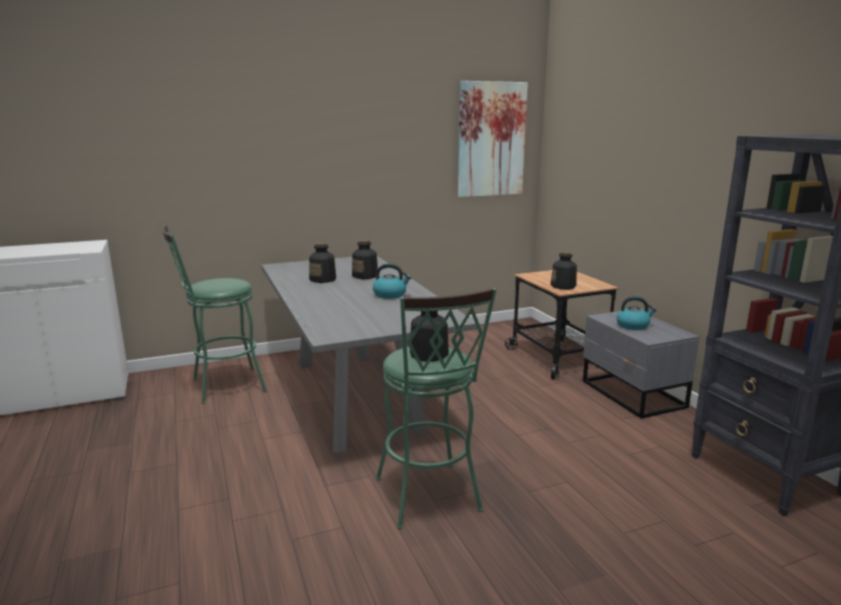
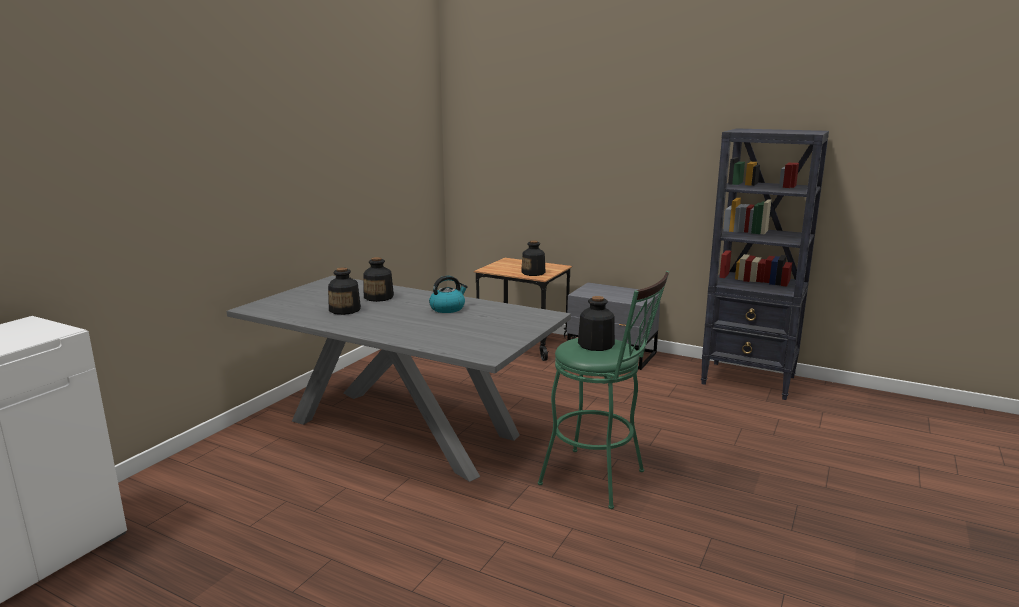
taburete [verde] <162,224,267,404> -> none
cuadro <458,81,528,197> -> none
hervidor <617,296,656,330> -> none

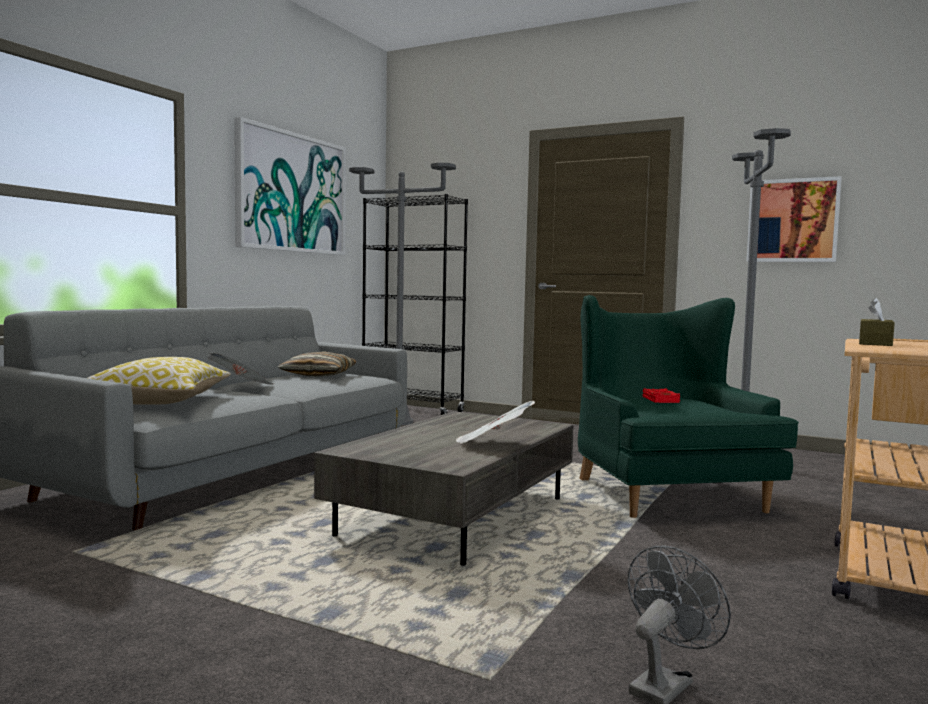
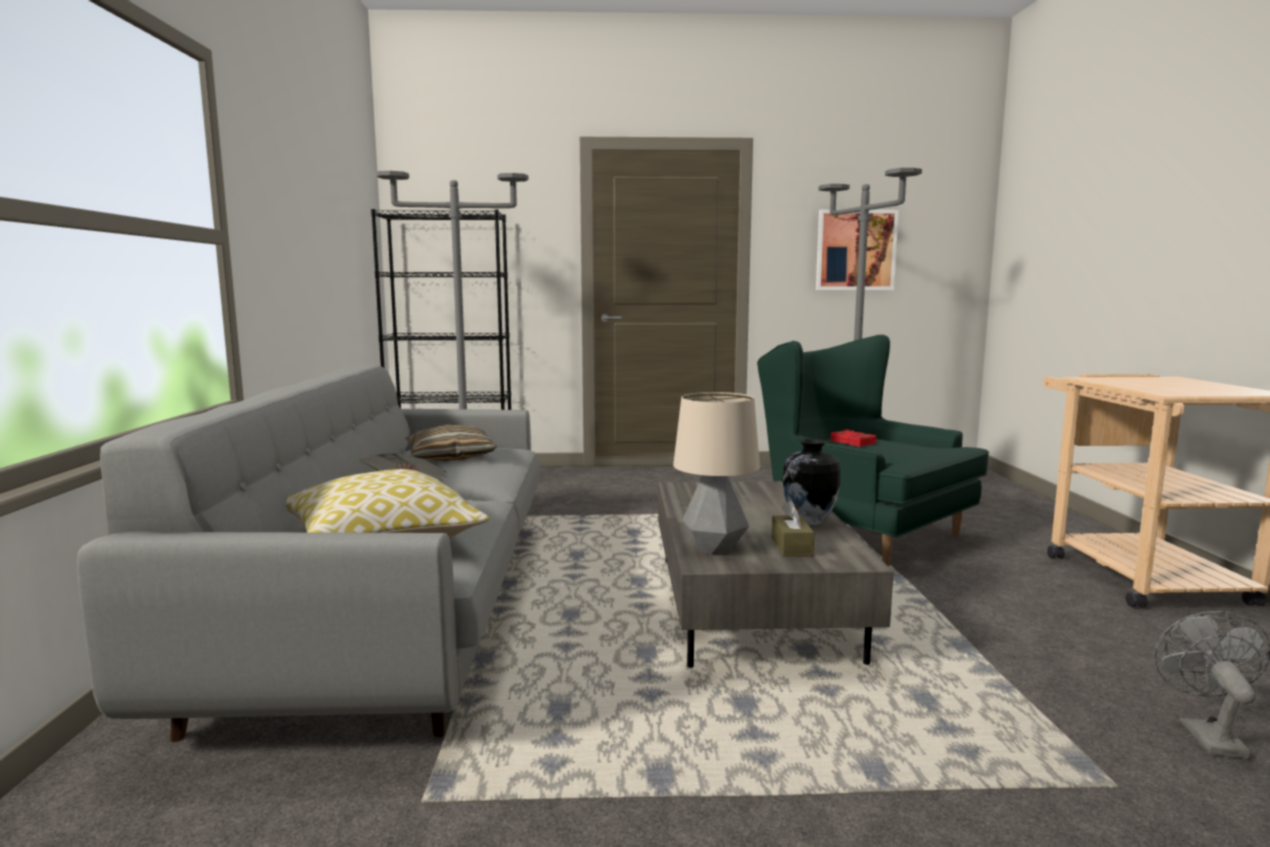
cuadro <234,117,346,255> -> none
none -> lámpara de mesa <673,392,760,555>
caja de pañuelos [marrón] <859,298,895,346> -> caja de pañuelos [marrón] <772,500,814,557>, shifted
periódico <456,401,535,444> -> florero <783,439,840,525>

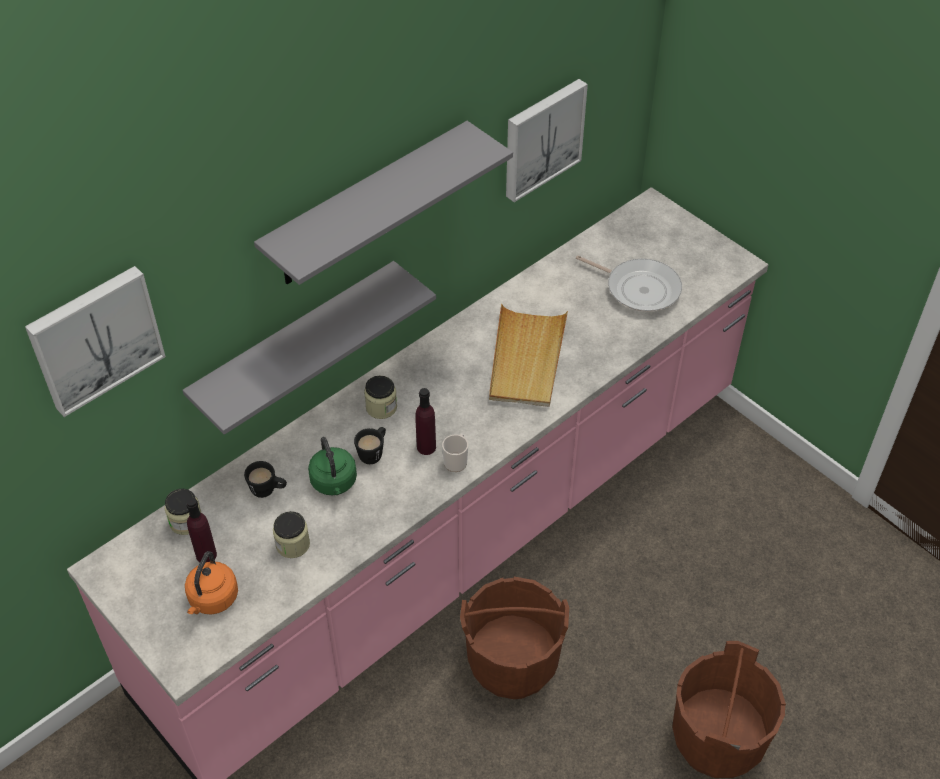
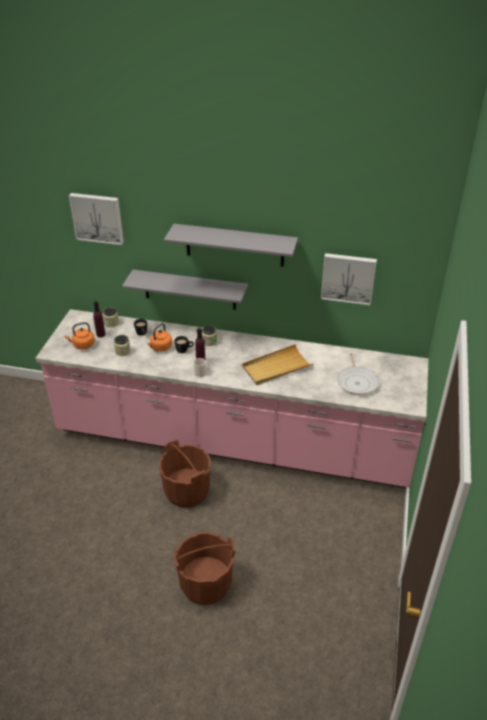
hervidor [verde] <308,437,357,496> -> hervidor [naranja] <147,323,172,352>

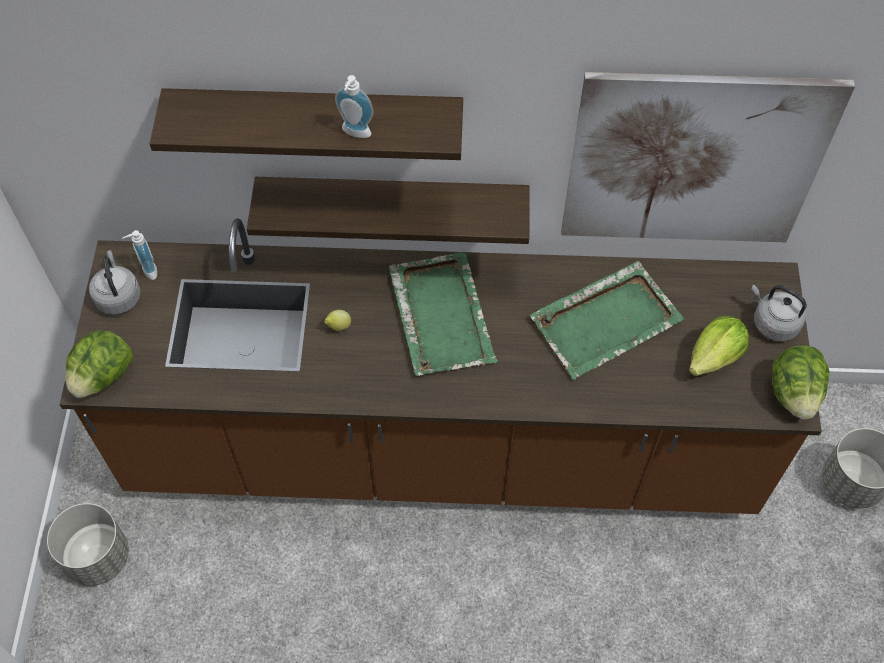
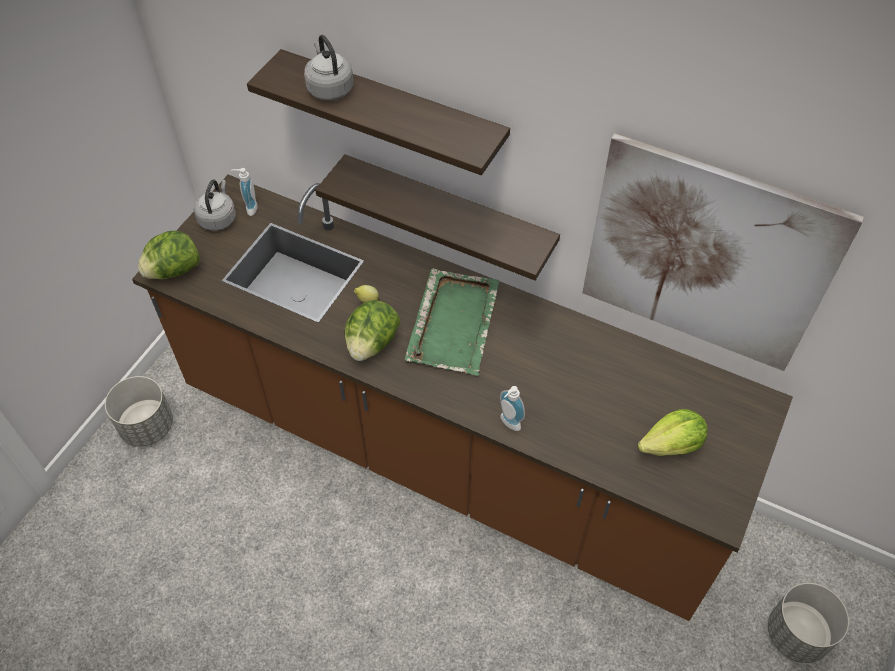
bandeja [verde] <530,261,684,380> -> none
dispensador de jabón <335,75,373,138> -> dispensador de jabón <500,386,525,431>, shifted
hervidor [gris] <751,284,807,341> -> hervidor [gris] <304,35,353,100>, shifted
lechuga <772,345,830,419> -> lechuga <344,300,400,361>, shifted

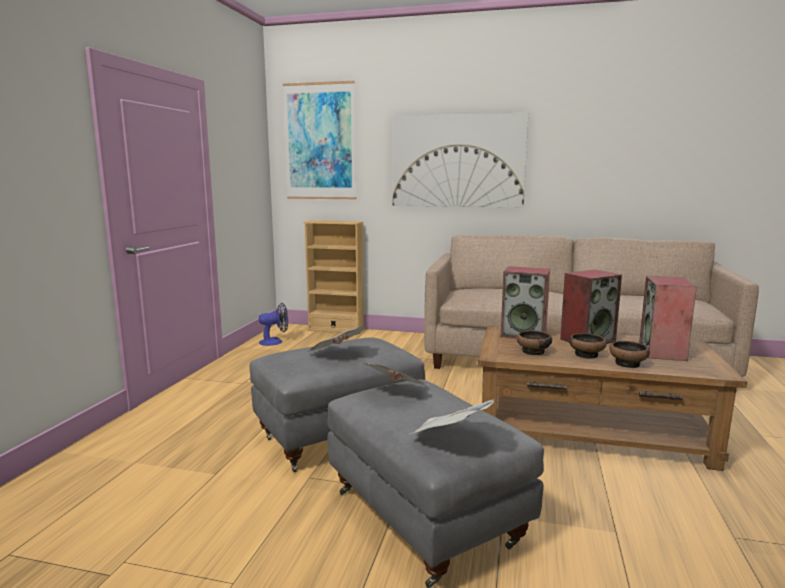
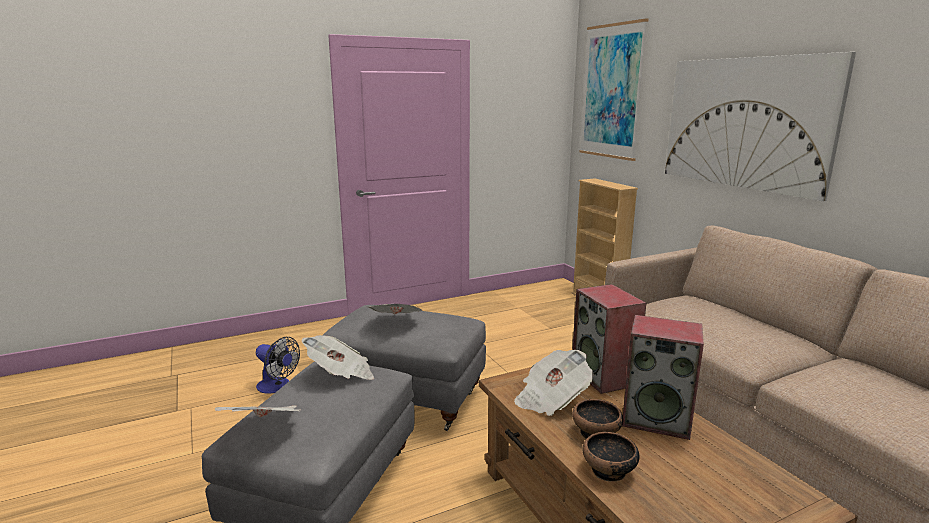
altavoz <639,276,697,361> -> none
ventilador <259,303,288,346> -> ventilador <256,337,300,393>, shifted
cuenco <517,330,552,355> -> periódico <514,350,594,416>

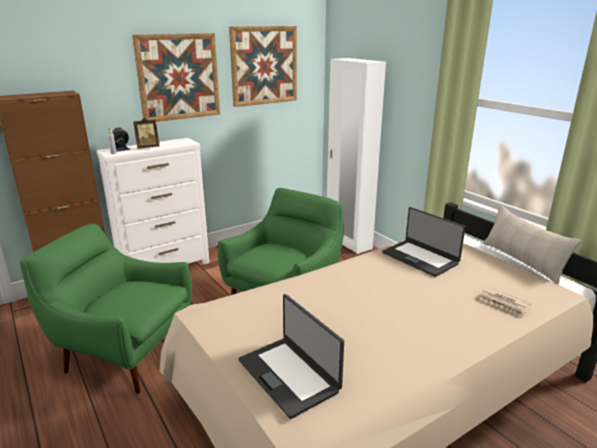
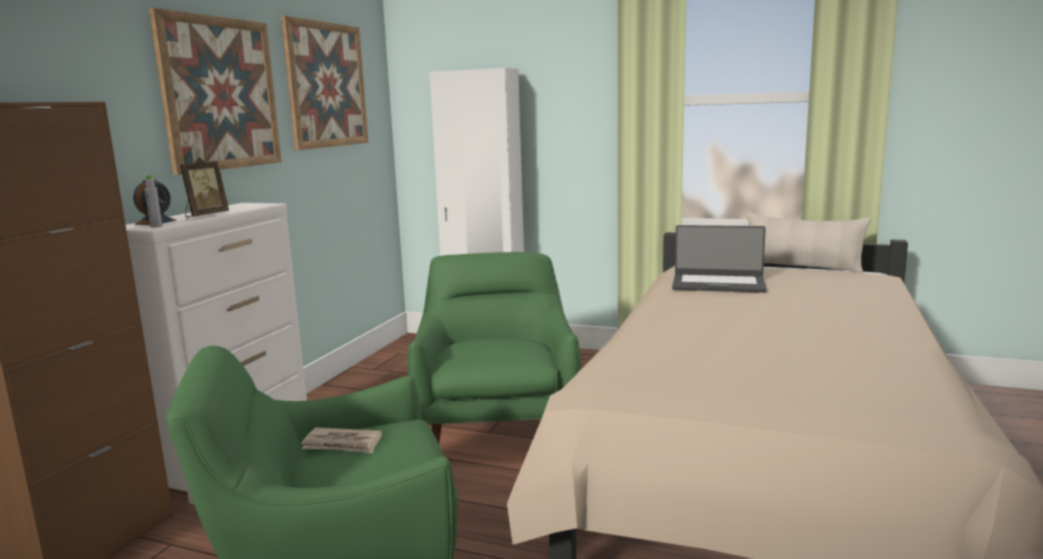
portátil <238,294,344,419> -> none
periódico <478,287,531,317> -> periódico <301,428,382,453>, shifted

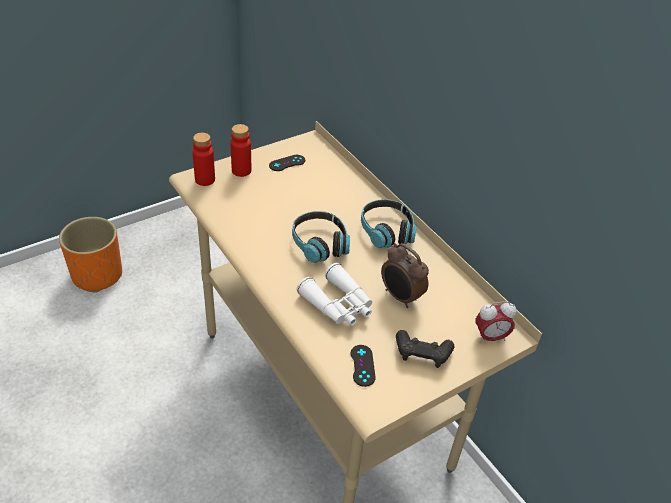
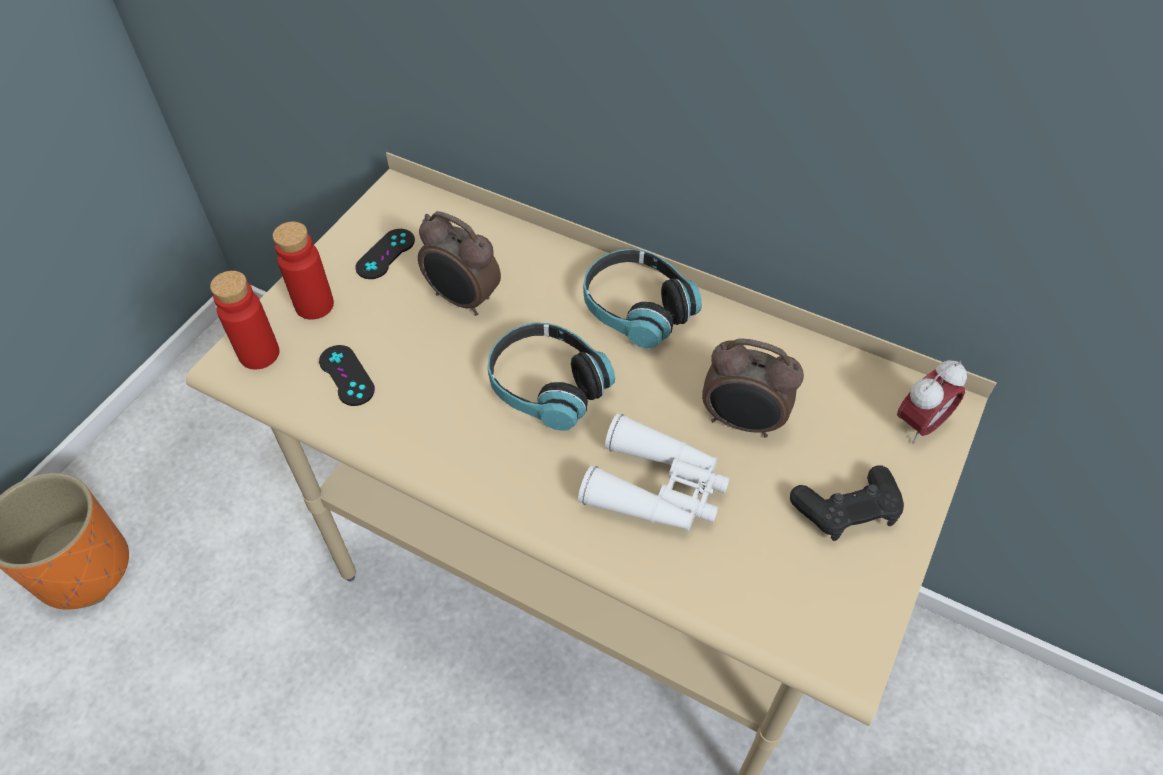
none -> despertador <418,211,501,316>
mando de consola [negro] <351,345,376,387> -> mando de consola [negro] <319,345,375,406>, shifted

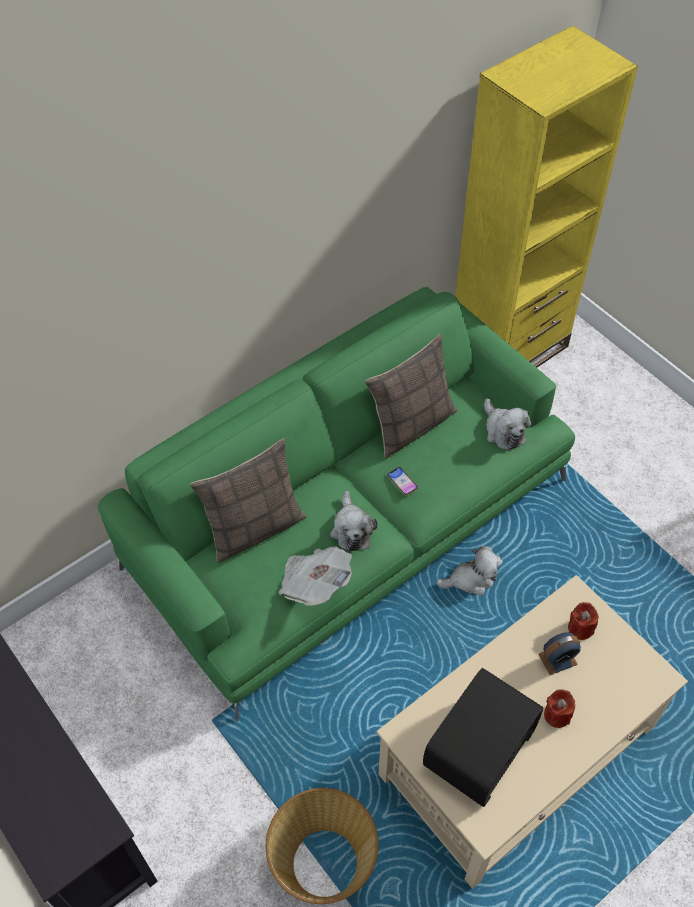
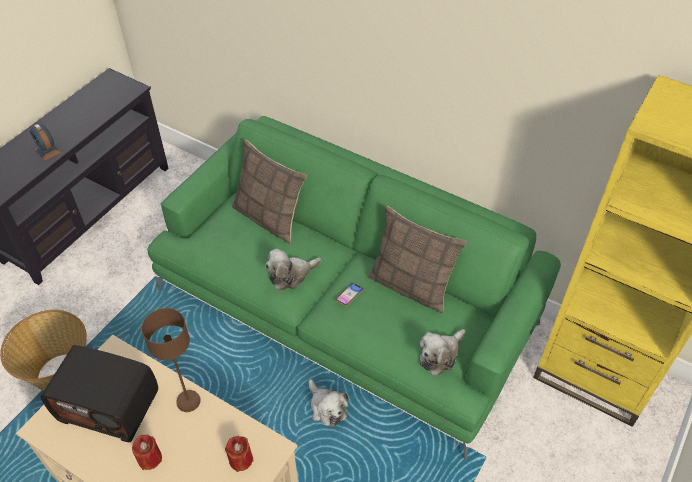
periódico <279,546,352,606> -> none
none -> lámpara de mesa [marrón] <142,308,201,412>
despertador <538,632,581,675> -> despertador <30,124,61,161>, shifted

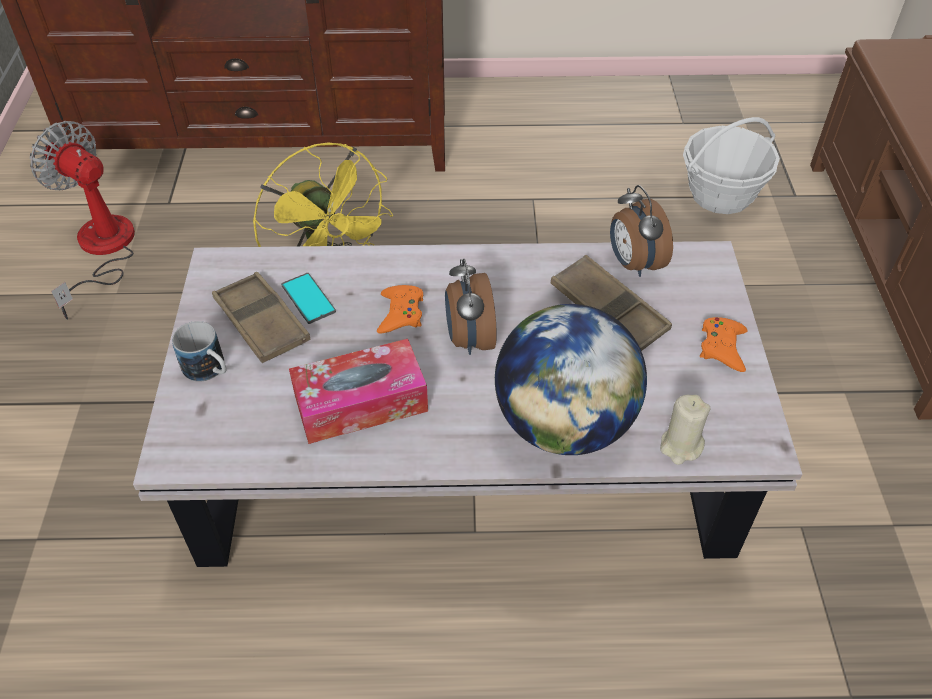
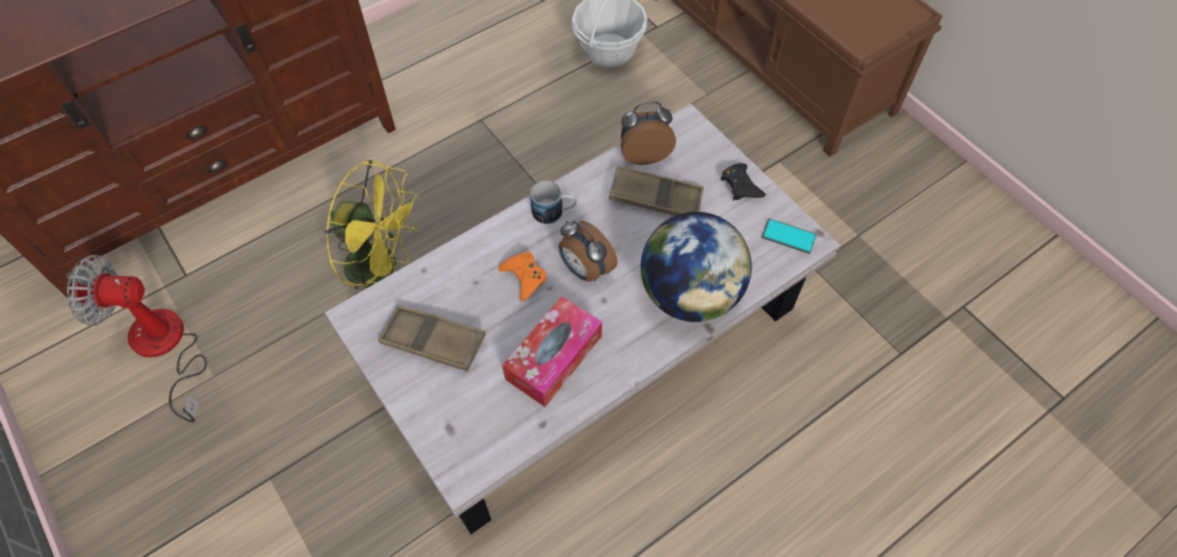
vela [beis] <660,395,711,465> -> none
taza grande <172,321,227,382> -> taza grande <530,180,577,224>, shifted
móvil <281,273,336,324> -> móvil <762,218,817,254>, shifted
mando de consola [naranja] <700,317,747,372> -> mando de consola [negro] <721,163,766,200>
despertador <610,185,673,277> -> despertador <621,102,676,165>, 135 degrees clockwise

